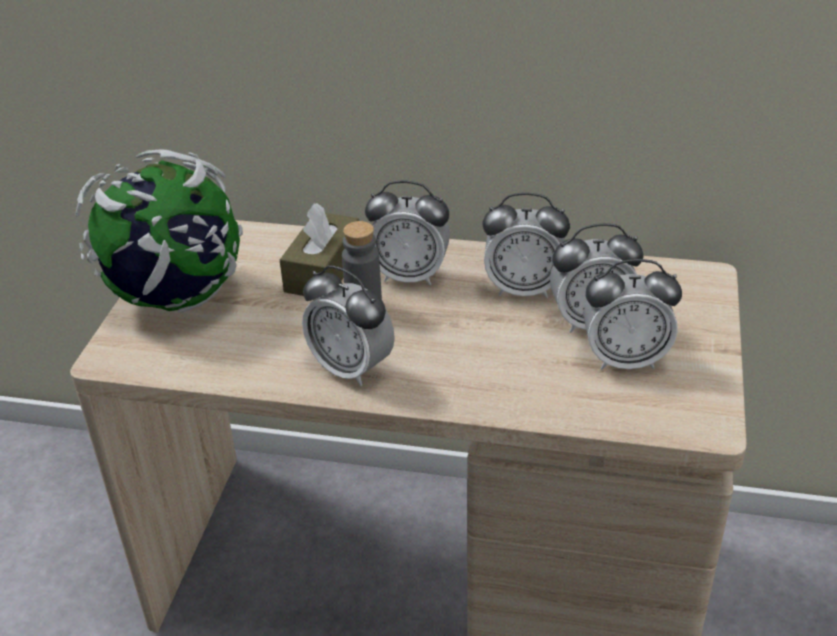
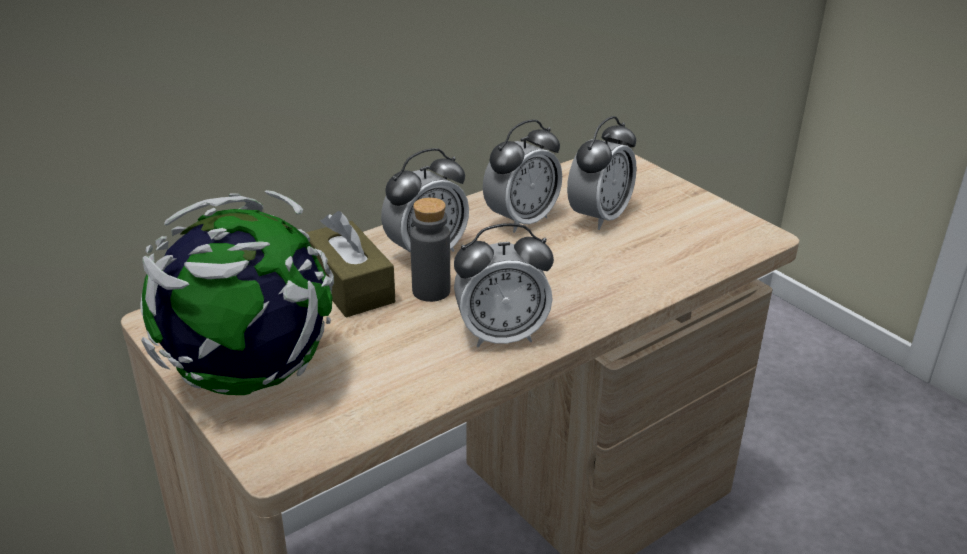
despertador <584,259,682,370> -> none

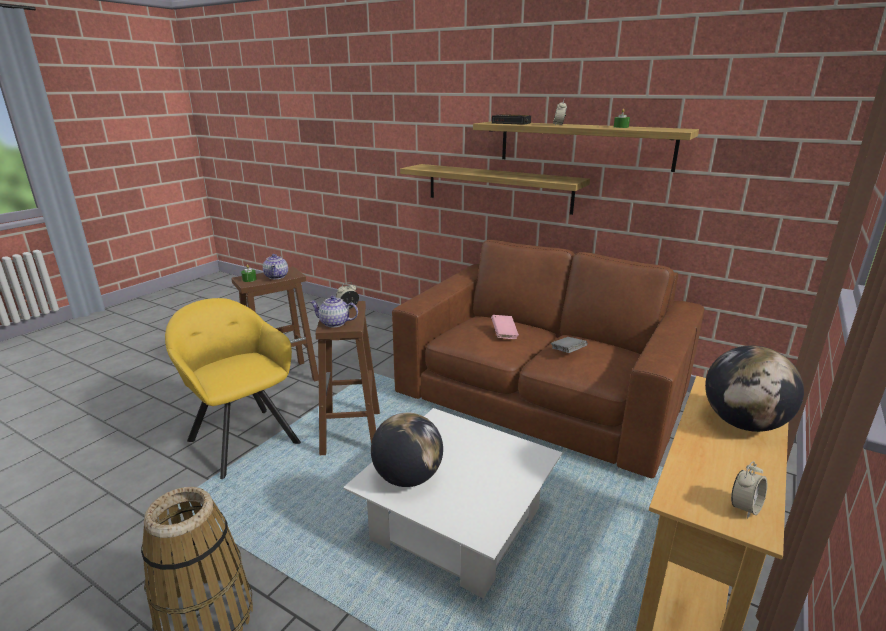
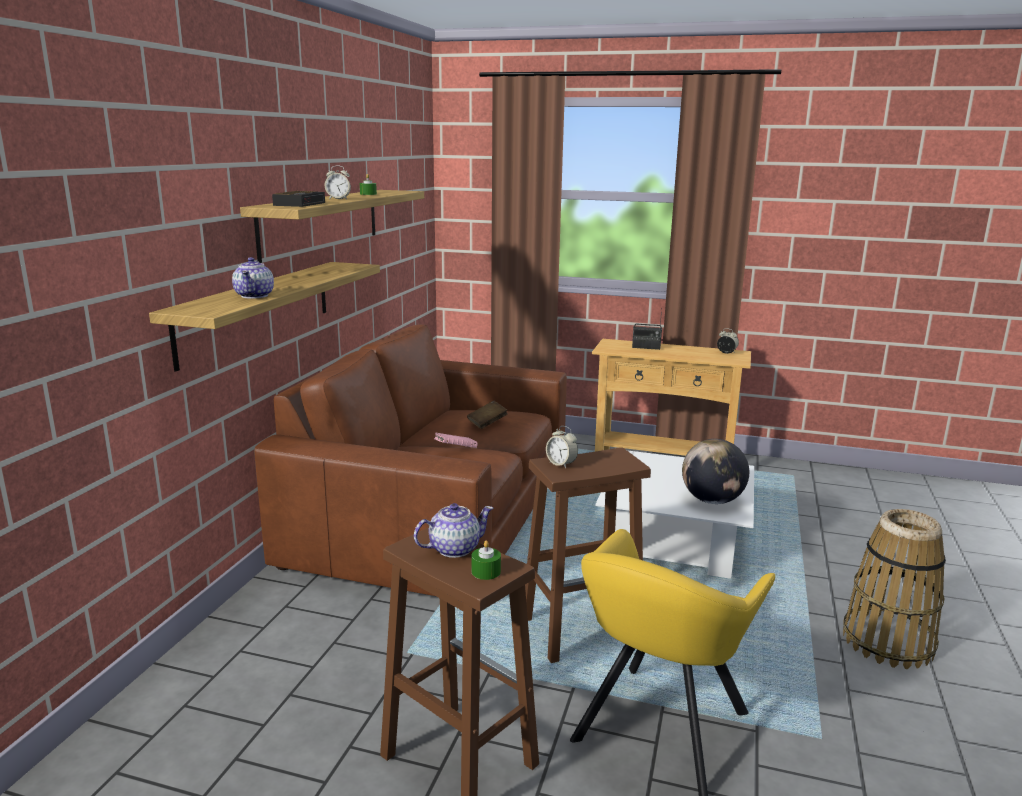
tetera <309,296,358,328> -> tetera <232,257,274,298>, shifted
globo terráqueo <705,346,804,432> -> radio <632,308,662,350>
libro [gris] <551,337,588,353> -> libro [marrón] <467,400,507,429>

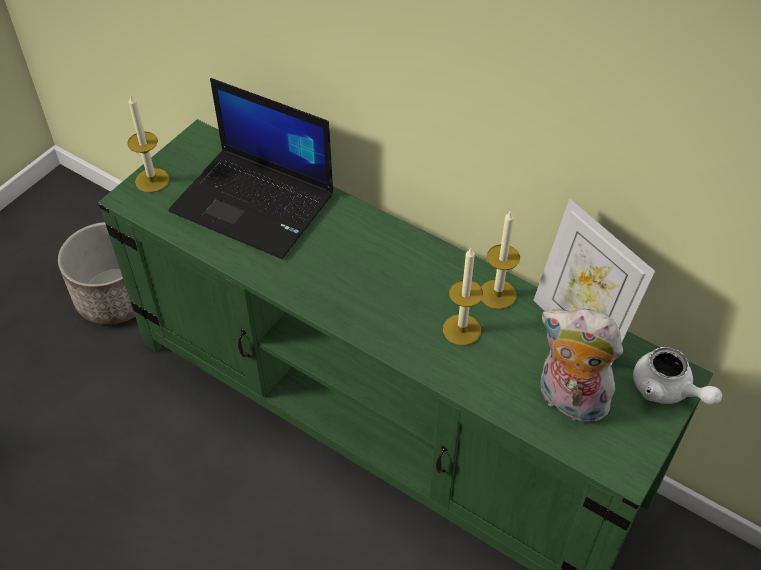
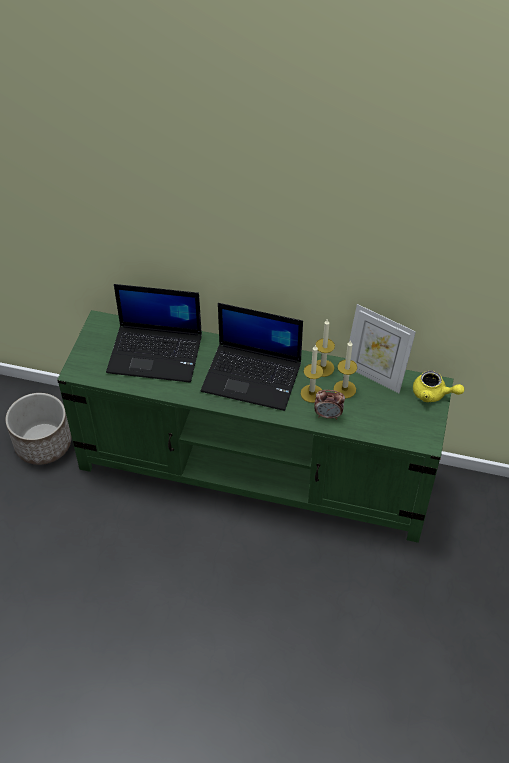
peluche <541,309,623,425> -> none
none -> portátil <201,303,303,411>
none -> despertador <314,390,345,420>
vela <127,94,170,193> -> vela <334,340,357,398>, shifted
tetera [blanco] <633,347,722,405> -> tetera [amarillo] <413,370,464,402>

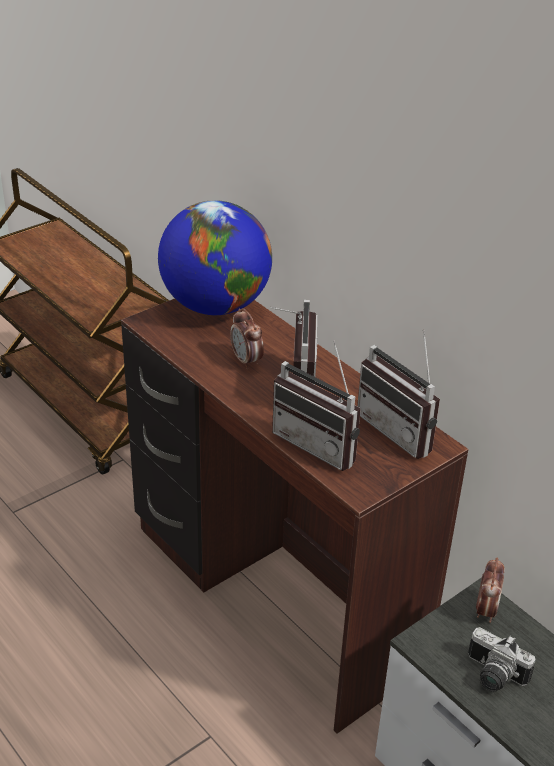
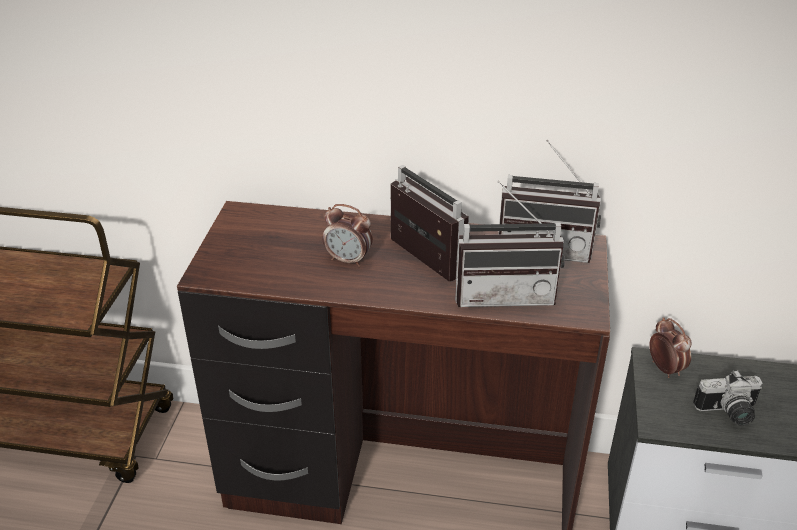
globo terráqueo <158,200,272,315> -> none

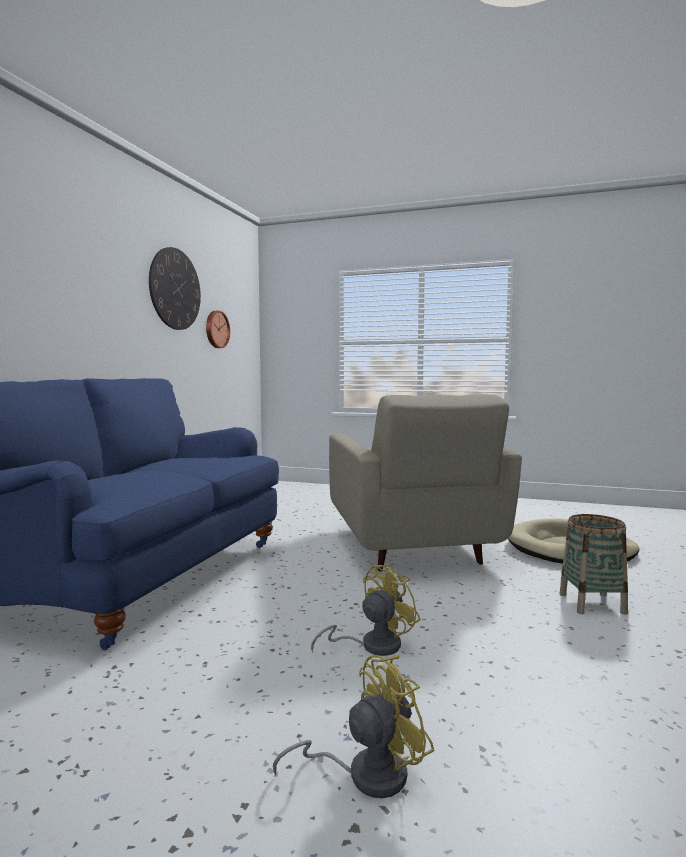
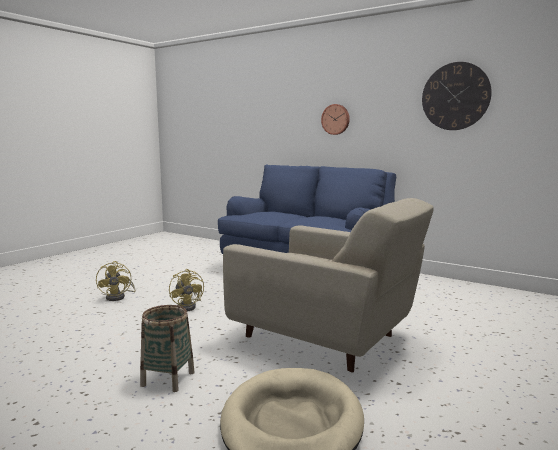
reloj de pared <206,311,230,348> -> reloj de pared <321,104,350,135>, shifted
sillón [beis] <329,394,522,572> -> sillón [beis] <223,198,434,373>, 150 degrees counterclockwise

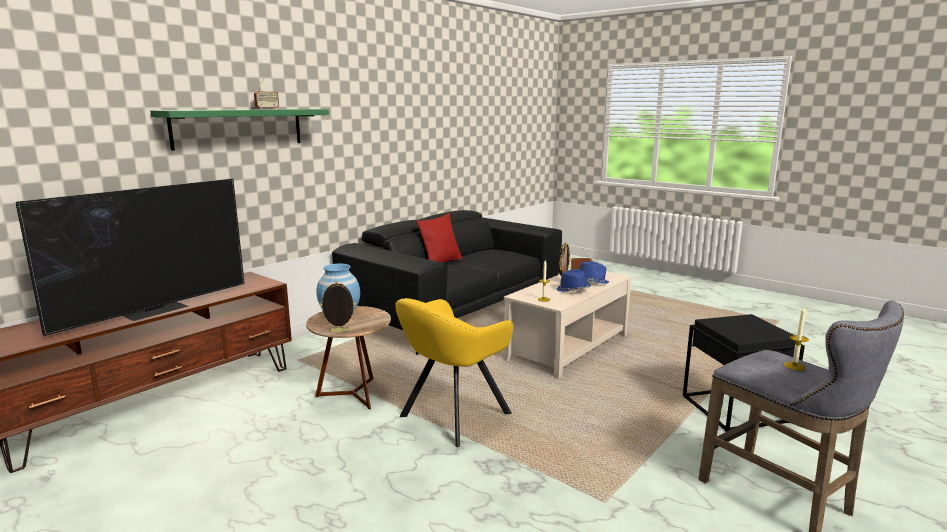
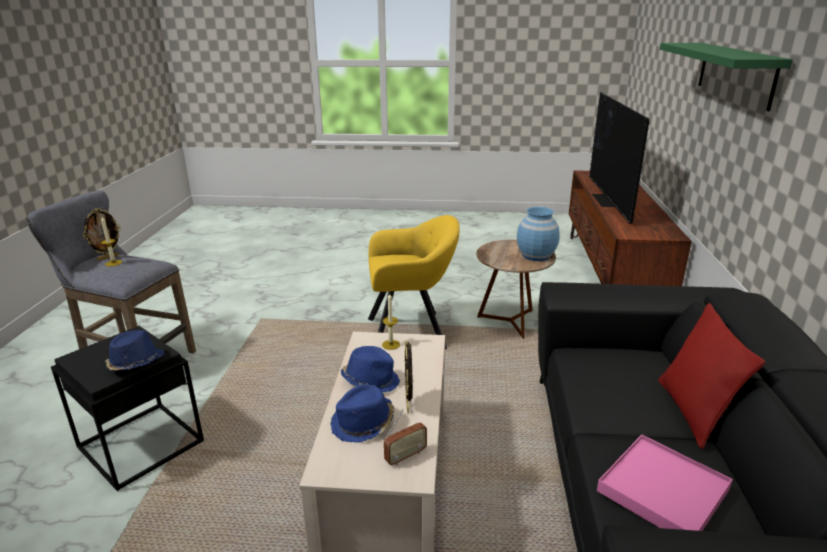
radio <254,79,279,109> -> none
none -> sombrero [azul] <105,330,165,371>
none -> bandeja [rosa] <597,434,733,531>
portarretratos <320,281,356,332> -> portarretratos <83,208,121,261>, shifted
sillón [amarillo] <395,298,513,447> -> sillón [amarillo] <368,215,460,350>, 75 degrees clockwise

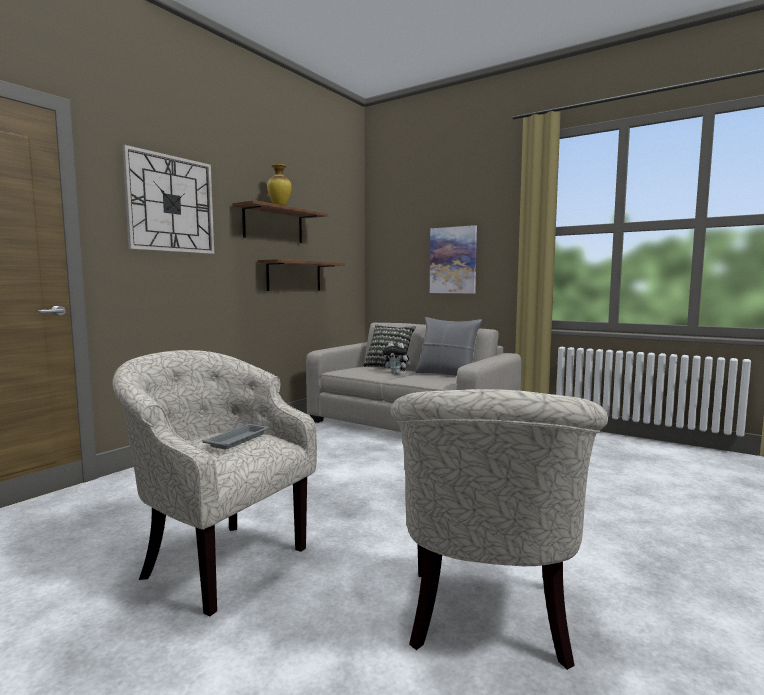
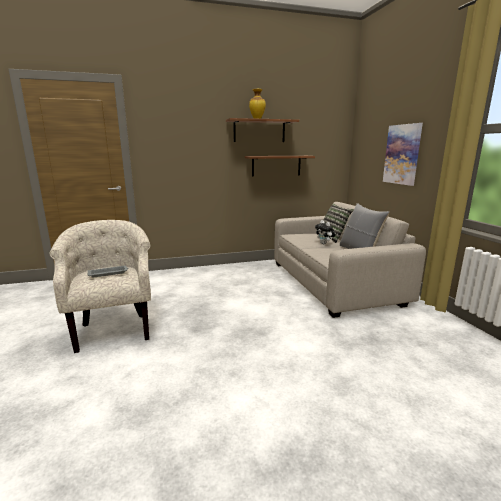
reloj de pared <122,145,214,254> -> none
sillón [beis] <390,389,608,670> -> none

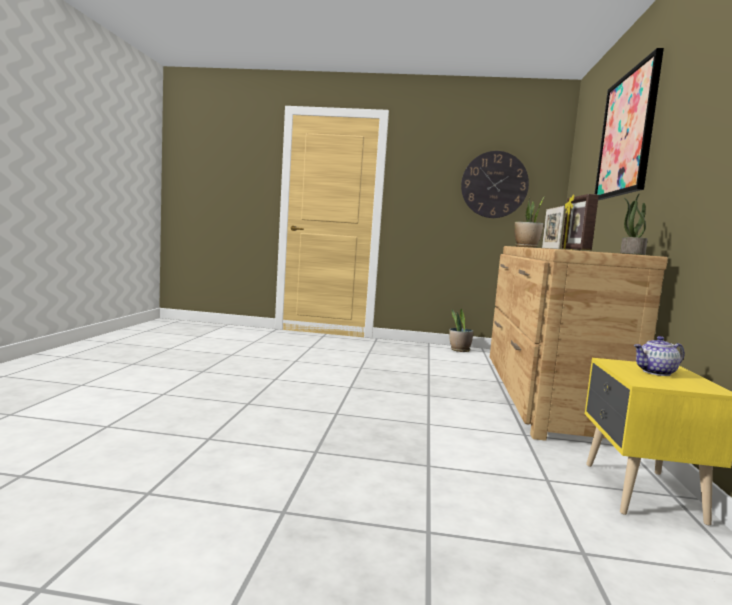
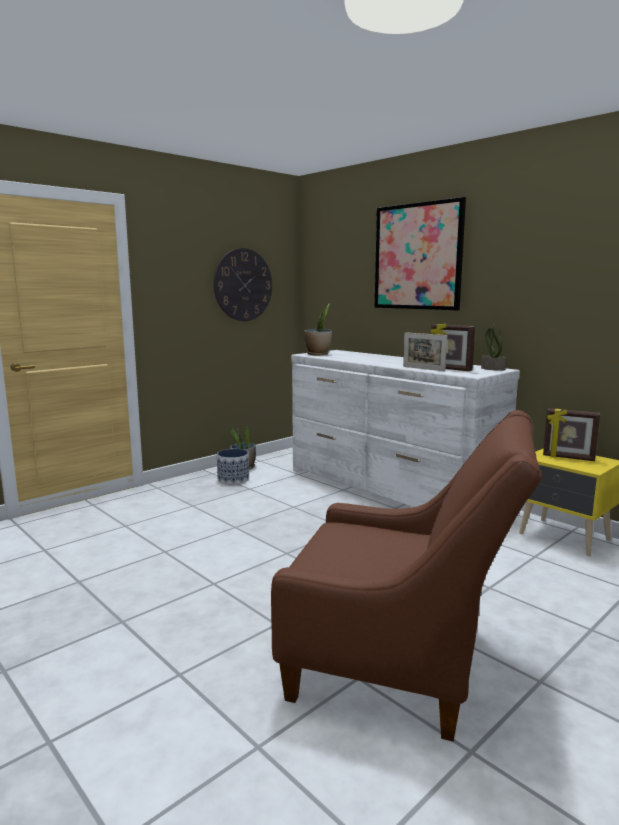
none -> maceta <217,449,249,485>
none -> sillón [marrón] <271,410,542,741>
tetera <634,336,685,376> -> portarretratos <543,408,600,461>
cómoda [marrón] <490,246,668,441> -> cómoda [blanco] <291,350,520,507>

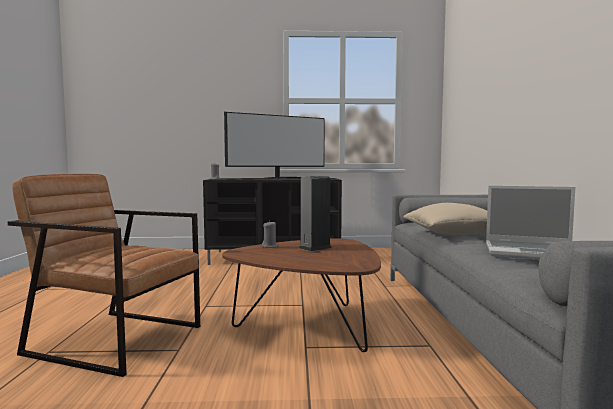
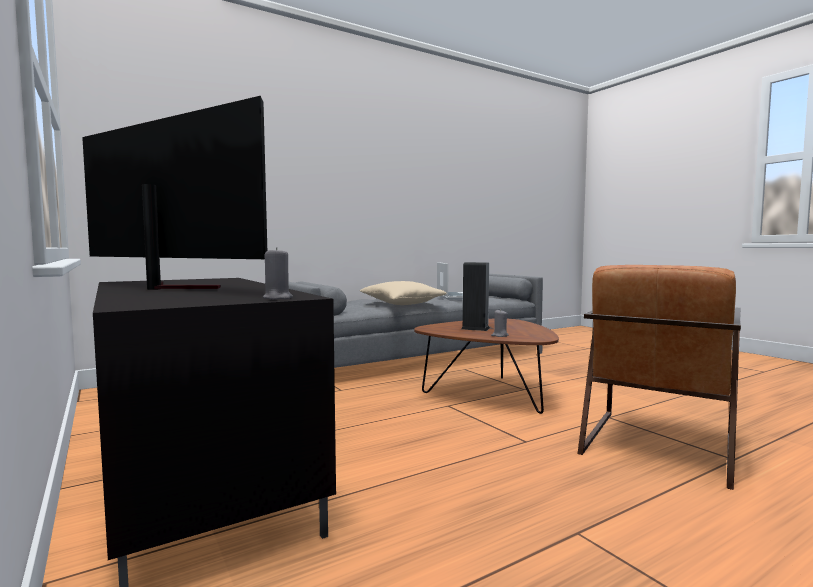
sillón [marrón] <8,174,200,377> -> sillón [marrón] <578,265,741,490>, 45 degrees clockwise

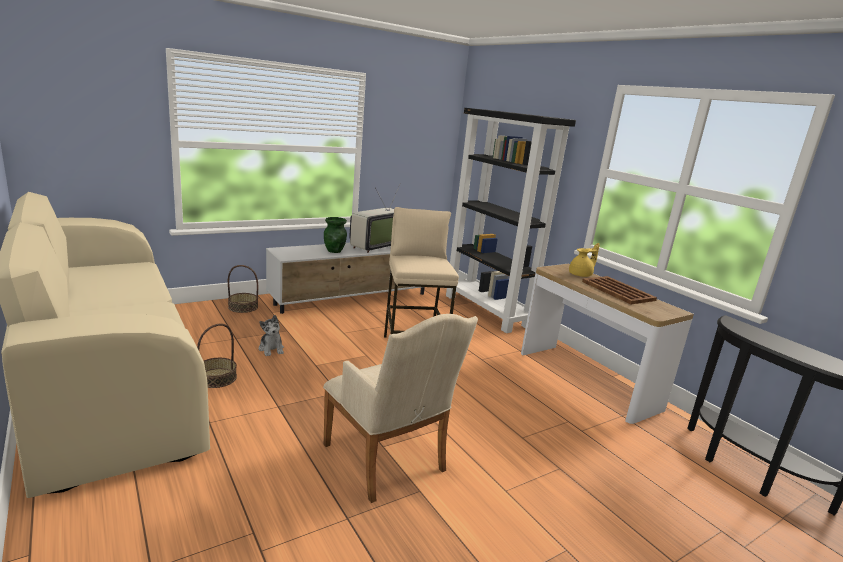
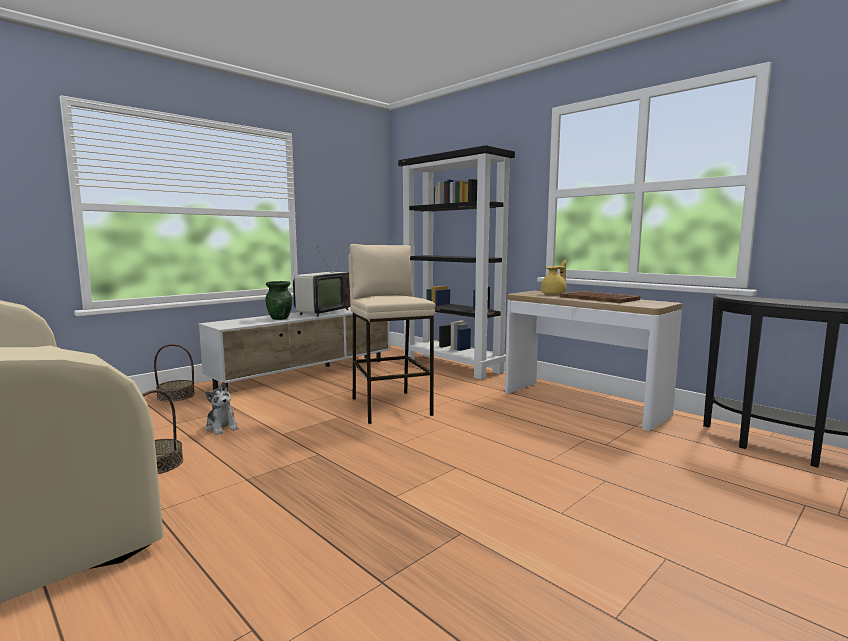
sillón [beis] <323,314,478,503> -> none

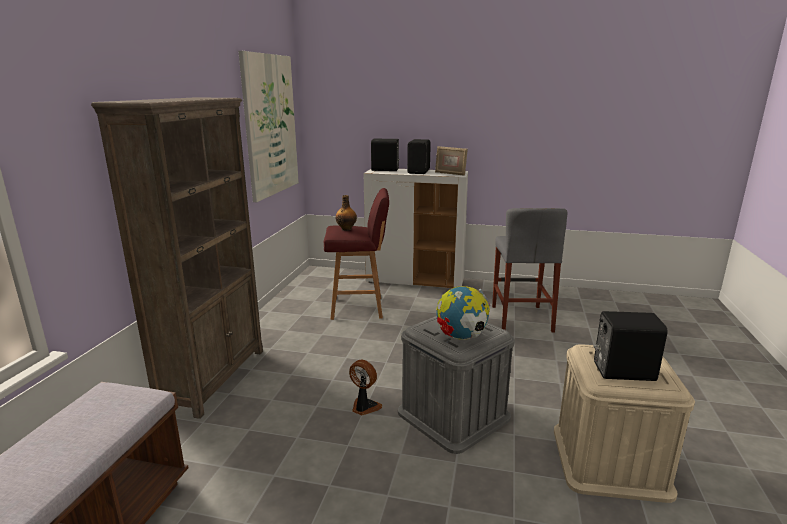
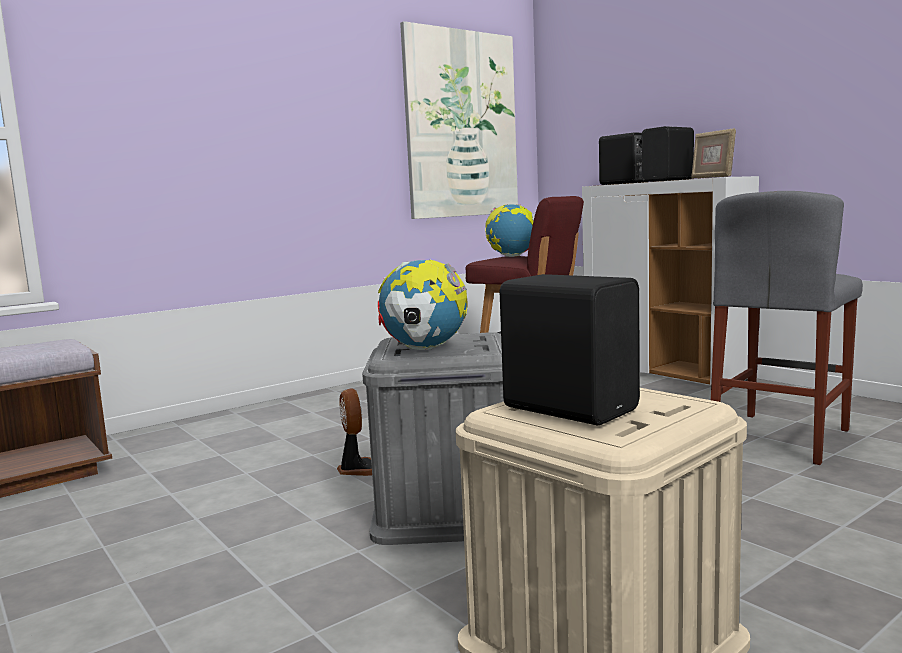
estantería [marrón] <91,98,263,419> -> none
botella <335,195,357,231> -> globo terráqueo <485,204,535,257>

